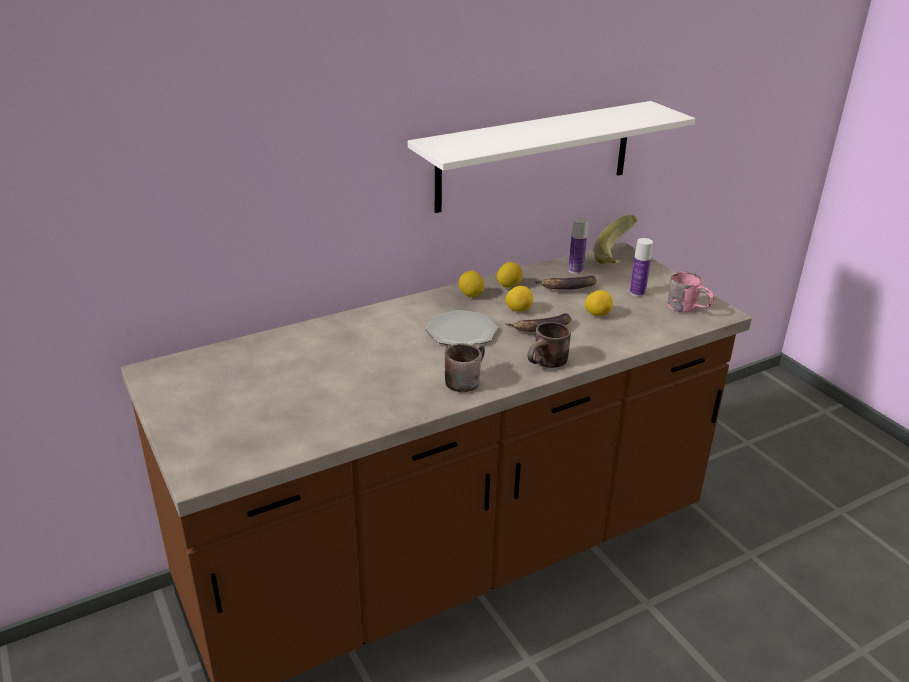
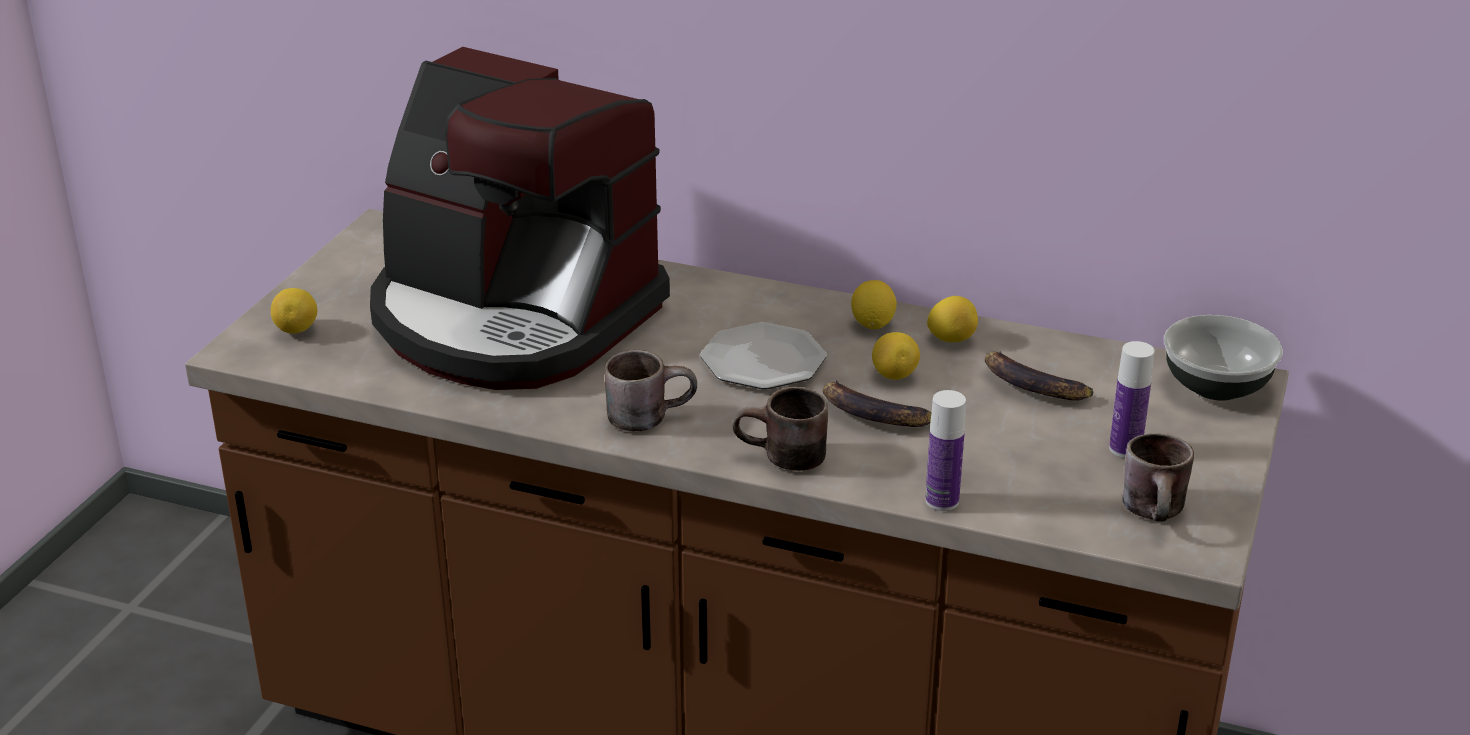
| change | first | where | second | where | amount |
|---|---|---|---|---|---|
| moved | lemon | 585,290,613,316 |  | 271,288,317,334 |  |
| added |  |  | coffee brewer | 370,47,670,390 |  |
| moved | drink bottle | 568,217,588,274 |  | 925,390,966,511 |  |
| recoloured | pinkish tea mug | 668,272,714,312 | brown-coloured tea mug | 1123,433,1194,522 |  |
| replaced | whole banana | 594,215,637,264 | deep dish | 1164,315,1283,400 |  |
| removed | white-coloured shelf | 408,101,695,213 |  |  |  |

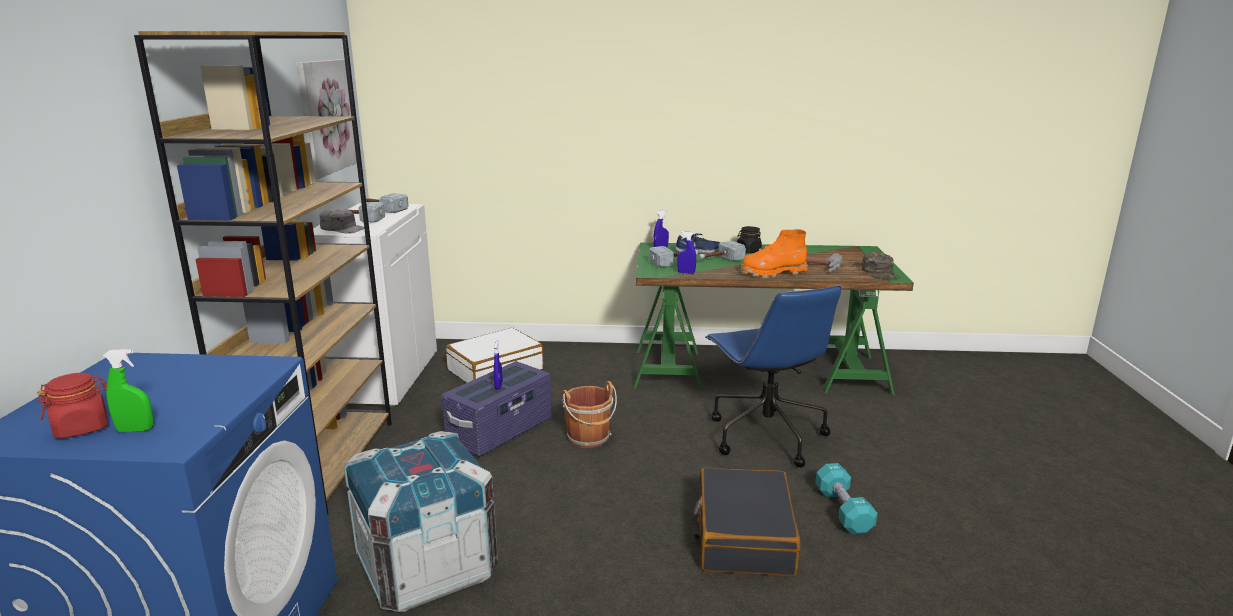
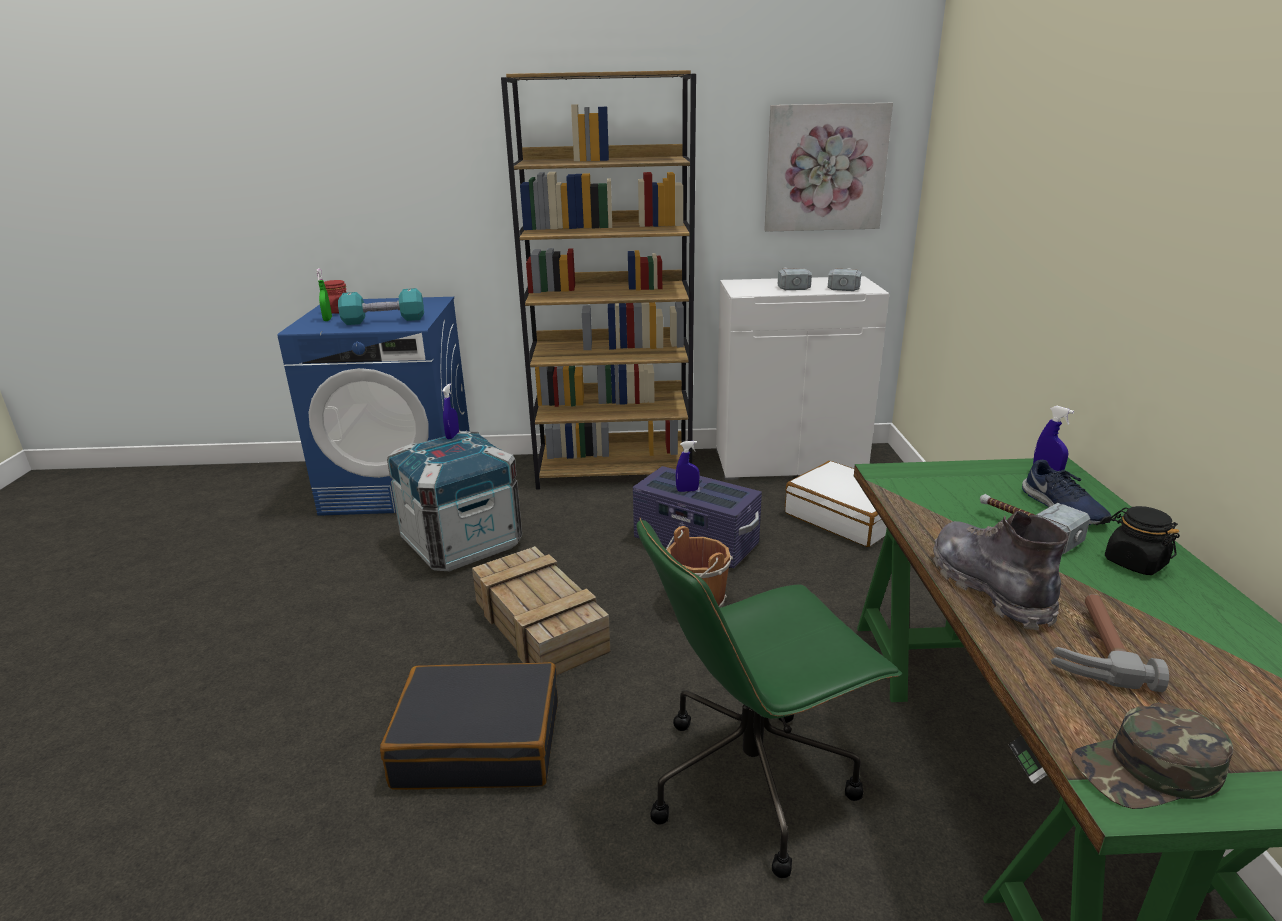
| change | first | where | second | where | amount |
|---|---|---|---|---|---|
| moved | blue-green free weight | 815,463,877,535 |  | 338,288,424,325 |  |
| moved | bluish spray bottle | 677,231,696,274 |  | 442,384,459,439 |  |
| added |  |  | shipping crate | 472,546,610,675 |  |
| recoloured | bluish office chair | 705,285,841,467 | greenish office chair | 637,517,902,878 |  |
| recoloured | orangey tall boot | 741,229,808,278 | gray tall boot | 933,511,1068,630 |  |
| removed | gray cap | 320,209,364,234 |  |  |  |
| removed | hand hammer | 649,246,698,267 |  |  |  |

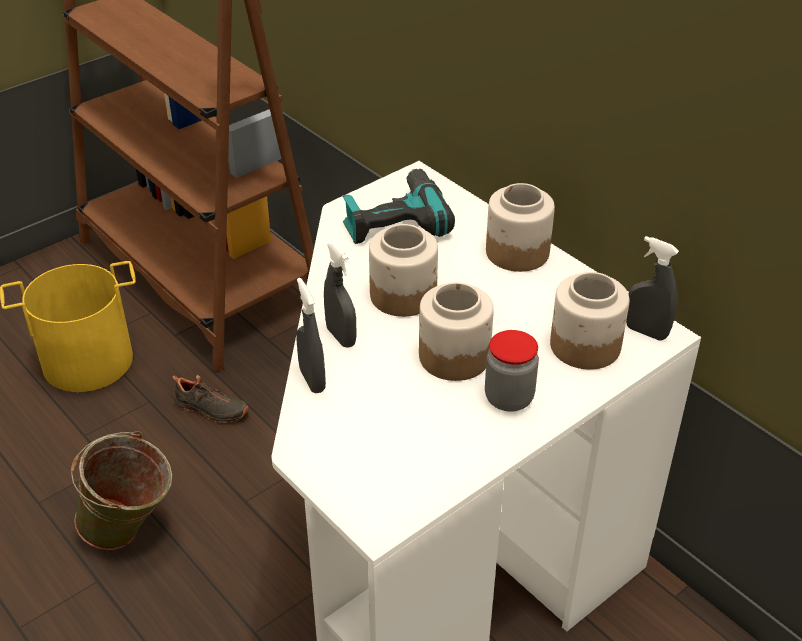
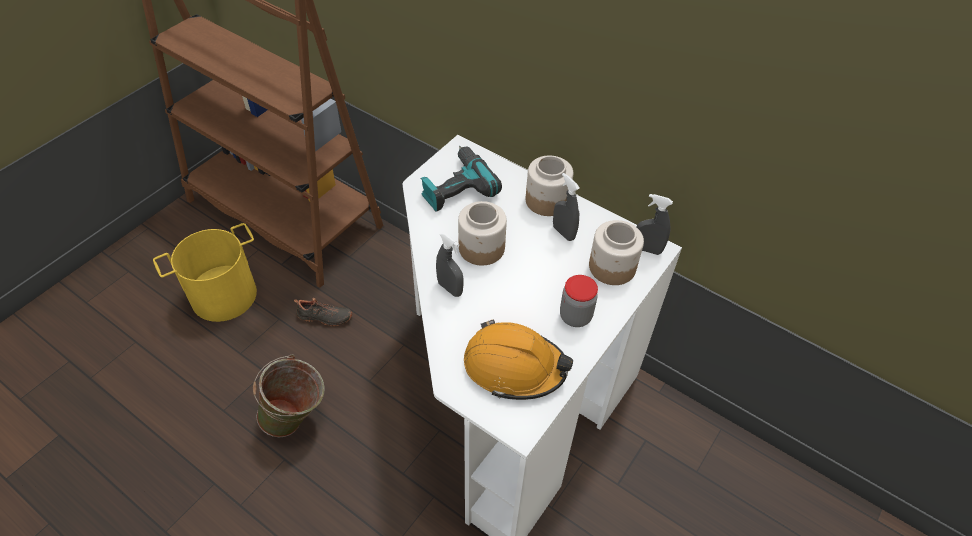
| change | first | where | second | where | amount |
|---|---|---|---|---|---|
| added |  |  | orangey safety helmet | 464,319,573,400 |  |
| moved | gray spray bottle | 296,278,326,393 |  | 553,173,580,241 |  |
| removed | jar | 419,282,494,381 |  |  |  |

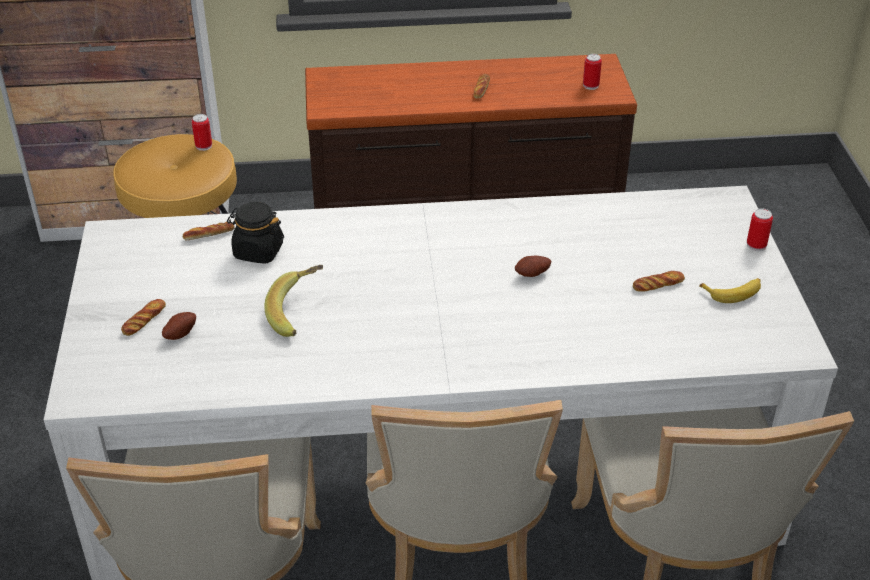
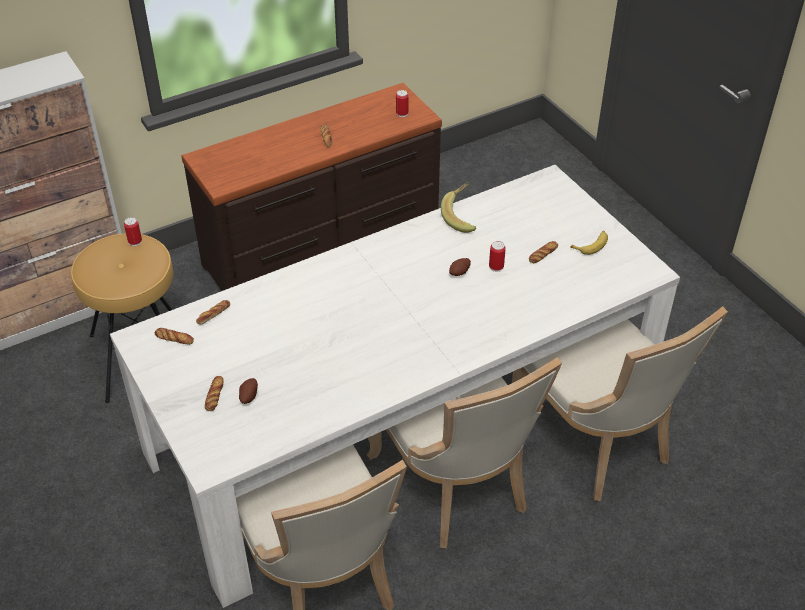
| change | first | where | second | where | amount |
|---|---|---|---|---|---|
| added |  |  | baked bread | 155,328,194,345 |  |
| moved | whole banana | 264,265,323,337 |  | 441,182,476,233 |  |
| moved | sealed can | 747,208,773,251 |  | 489,241,506,272 |  |
| removed | blackish jar | 227,202,284,264 |  |  |  |

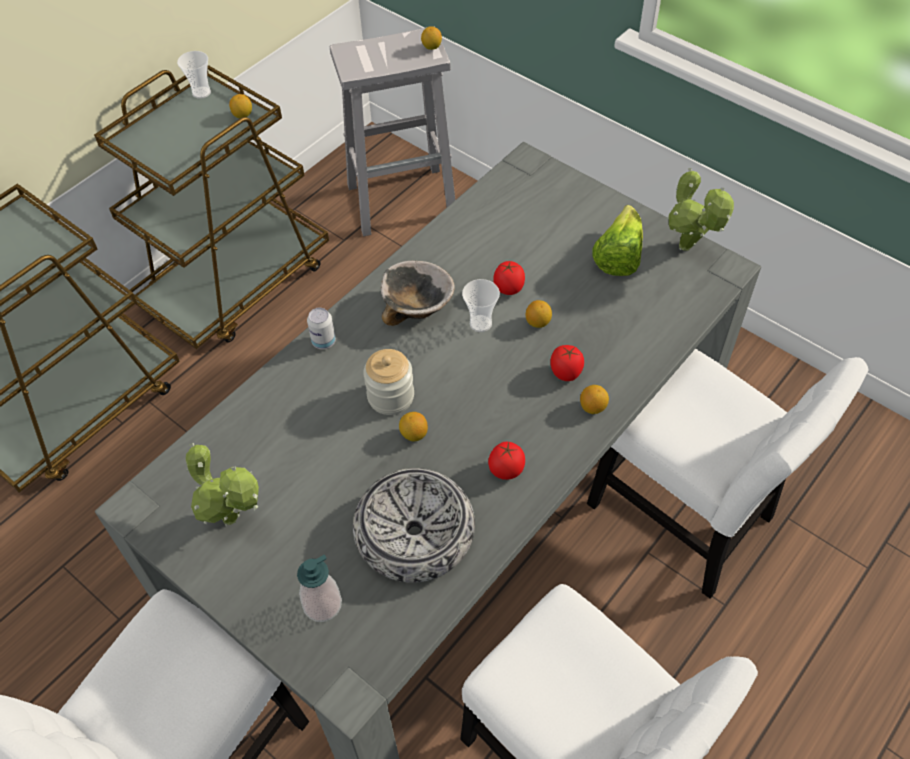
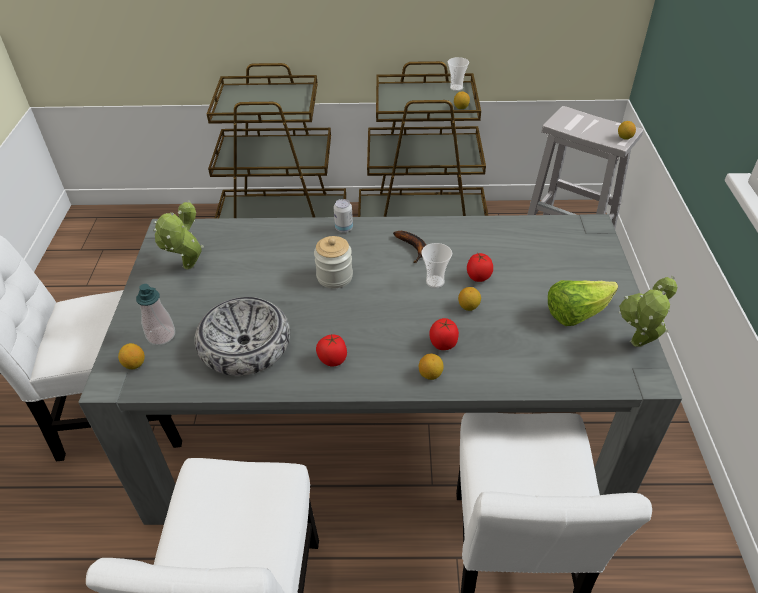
| change | first | where | second | where | amount |
|---|---|---|---|---|---|
| moved | lemon | 399,412,428,442 |  | 118,343,145,369 |  |
| replaced | deep dish | 381,261,455,326 | whole banana | 393,231,426,263 |  |

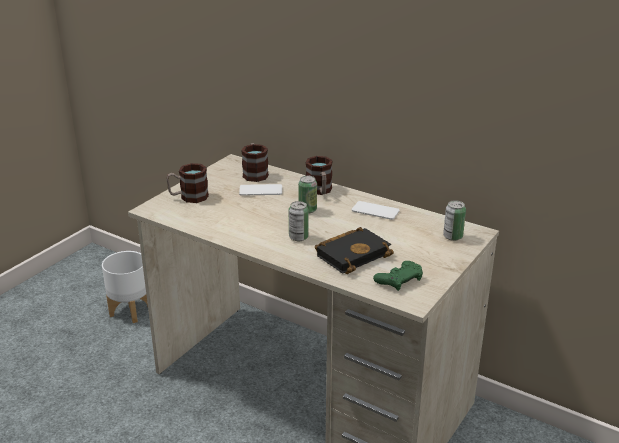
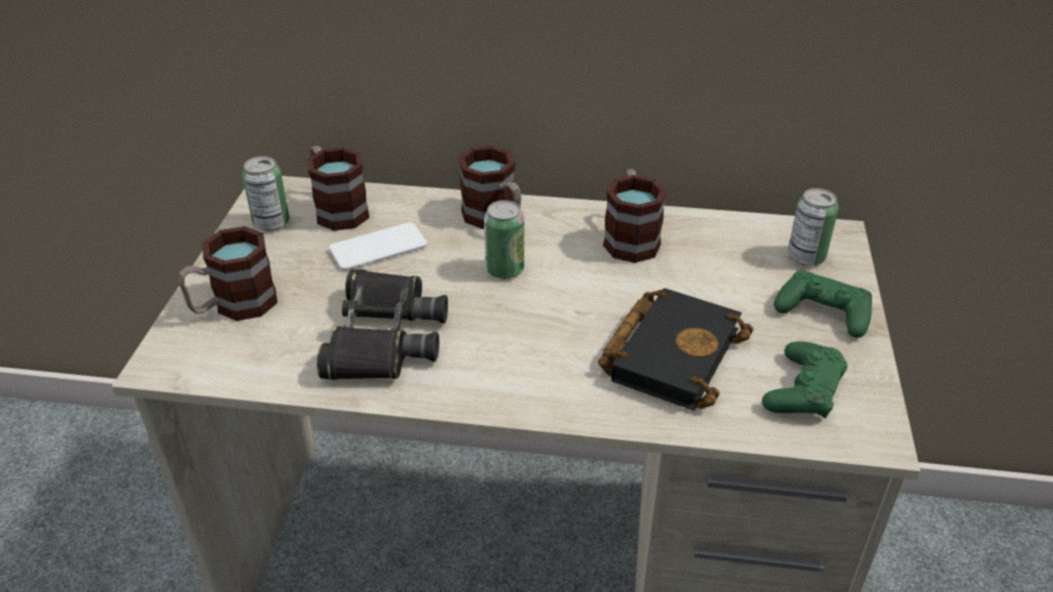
| change | first | where | second | where | amount |
|---|---|---|---|---|---|
| moved | sealed can | 289,201,309,241 |  | 242,156,289,231 |  |
| added |  |  | blackish field glasses | 317,269,448,380 |  |
| replaced | telephone | 351,201,400,220 | tea mug | 603,169,667,263 |  |
| added |  |  | greenish joypad | 774,270,872,338 |  |
| removed | white-coloured flower pot | 102,251,148,323 |  |  |  |

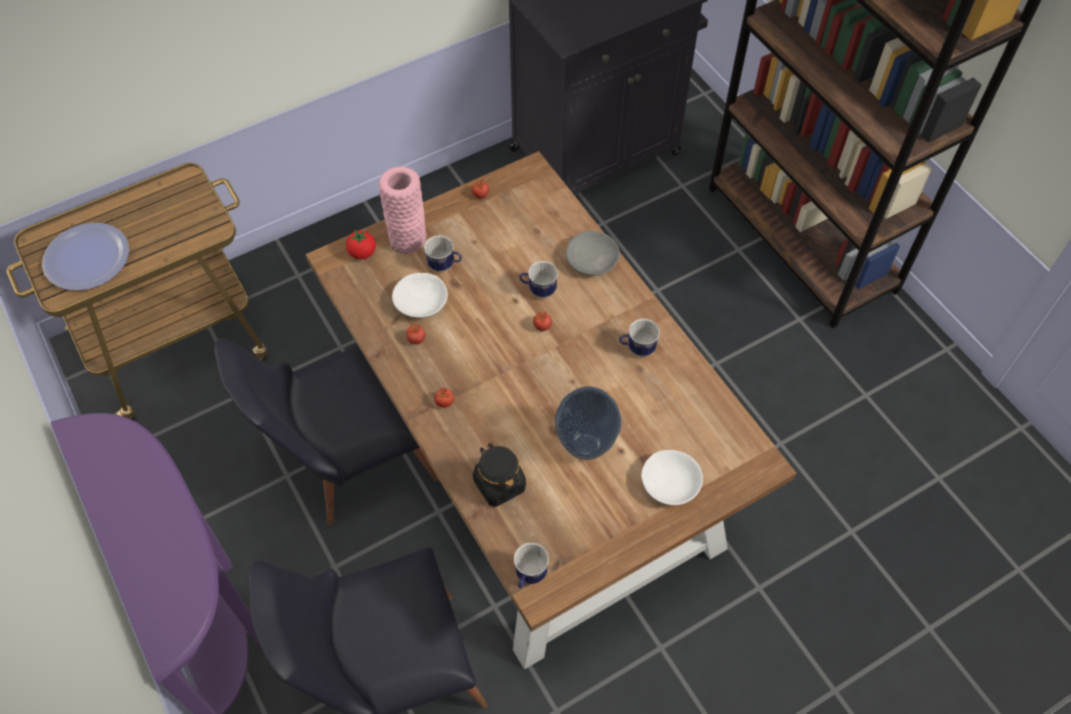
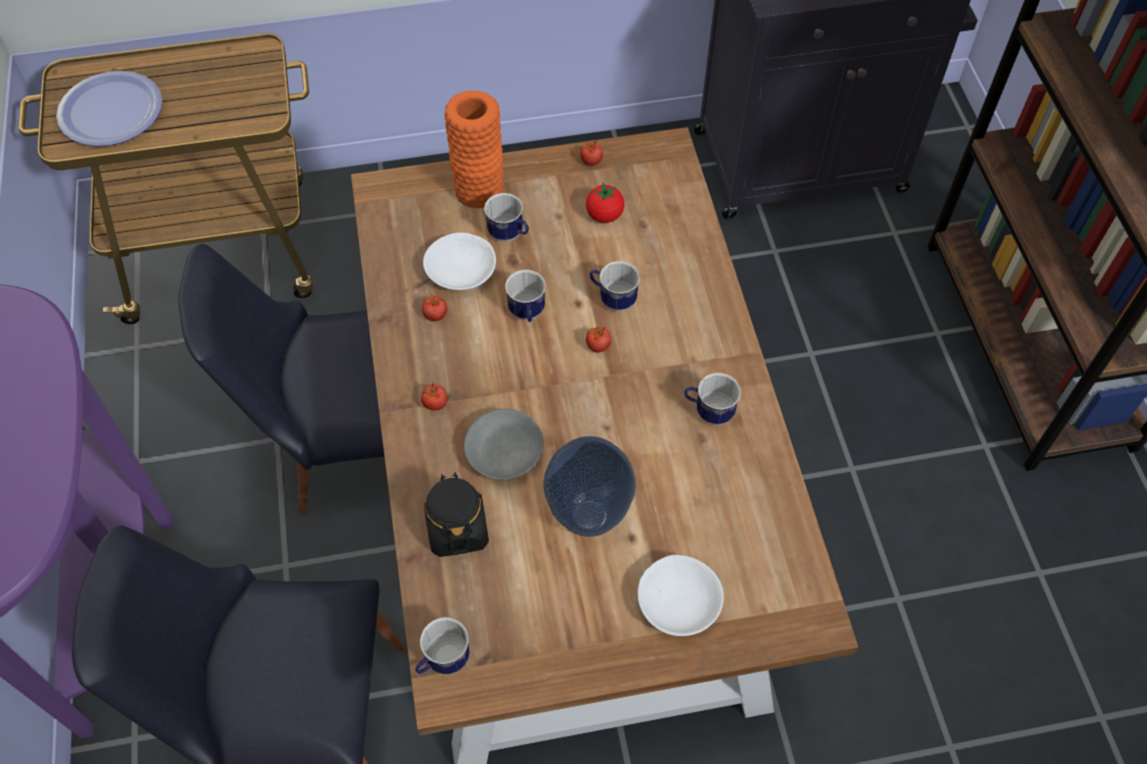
| change | first | where | second | where | amount |
|---|---|---|---|---|---|
| recoloured | pinkish decorative vase | 378,167,426,254 | orangey decorative vase | 444,90,504,208 |  |
| moved | gray deep dish | 566,231,620,276 |  | 464,409,544,480 |  |
| added |  |  | tea mug | 505,270,546,322 |  |
| moved | fresh tomato | 346,230,376,259 |  | 586,182,625,223 |  |

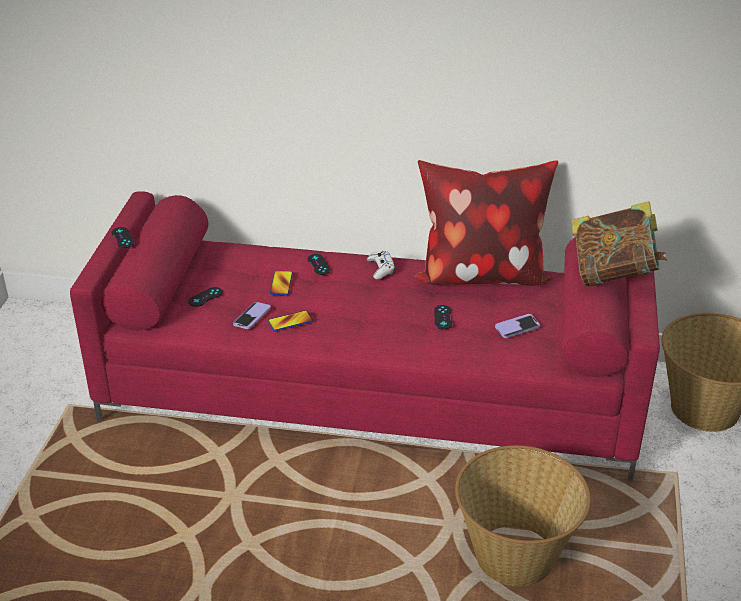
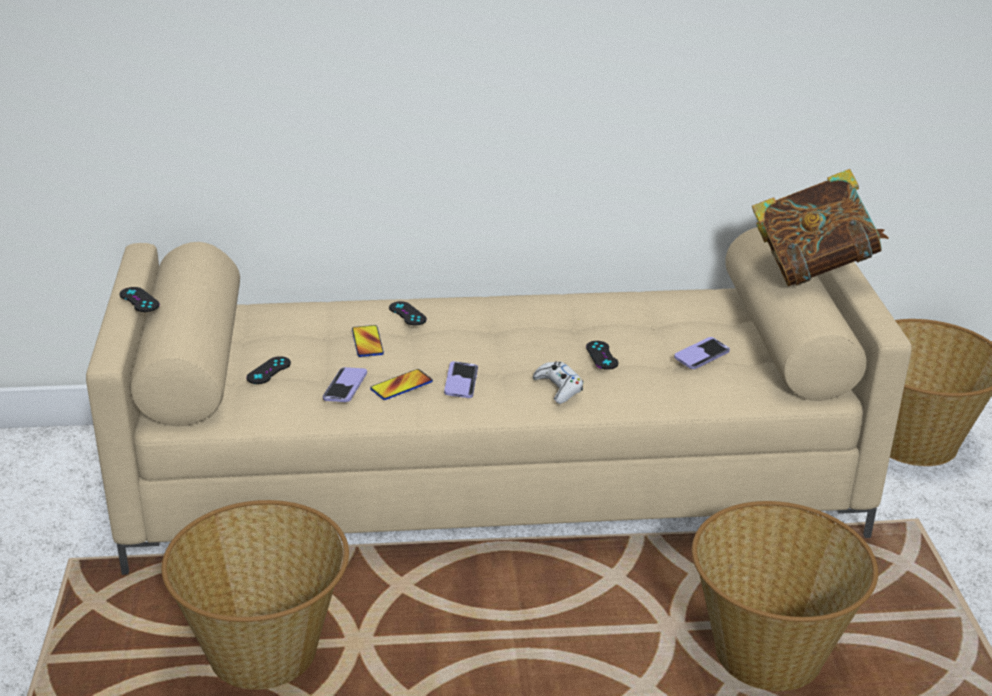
| change | first | where | second | where | amount |
|---|---|---|---|---|---|
| recoloured | red settee | 70,191,660,482 | beige settee | 86,227,912,575 |  |
| added |  |  | household basket | 161,500,349,690 |  |
| added |  |  | telephone | 444,361,478,398 |  |
| moved | white-coloured joypad | 367,251,395,279 |  | 533,361,583,404 |  |
| removed | cushion | 413,160,558,285 |  |  |  |

